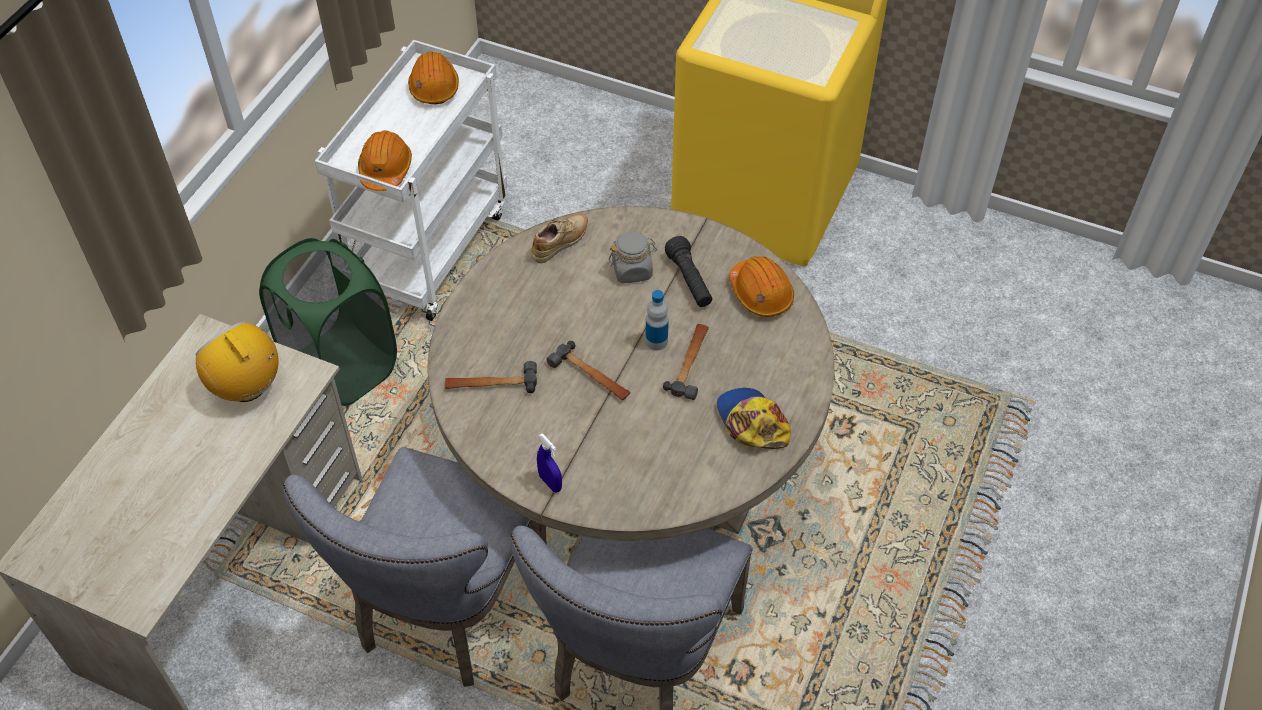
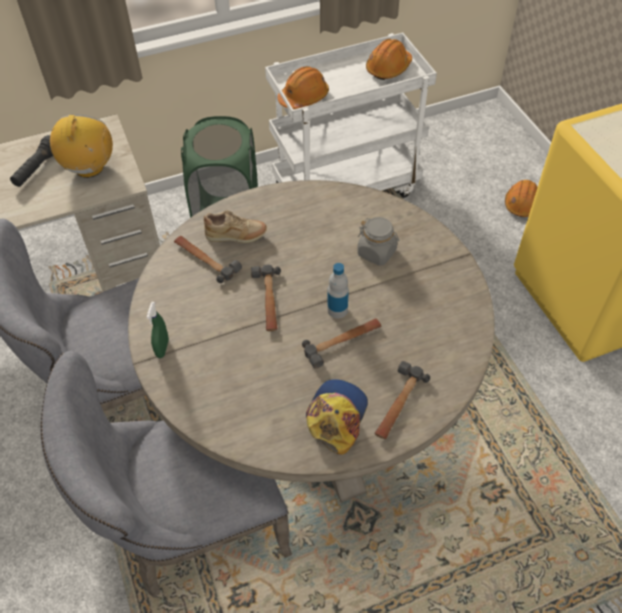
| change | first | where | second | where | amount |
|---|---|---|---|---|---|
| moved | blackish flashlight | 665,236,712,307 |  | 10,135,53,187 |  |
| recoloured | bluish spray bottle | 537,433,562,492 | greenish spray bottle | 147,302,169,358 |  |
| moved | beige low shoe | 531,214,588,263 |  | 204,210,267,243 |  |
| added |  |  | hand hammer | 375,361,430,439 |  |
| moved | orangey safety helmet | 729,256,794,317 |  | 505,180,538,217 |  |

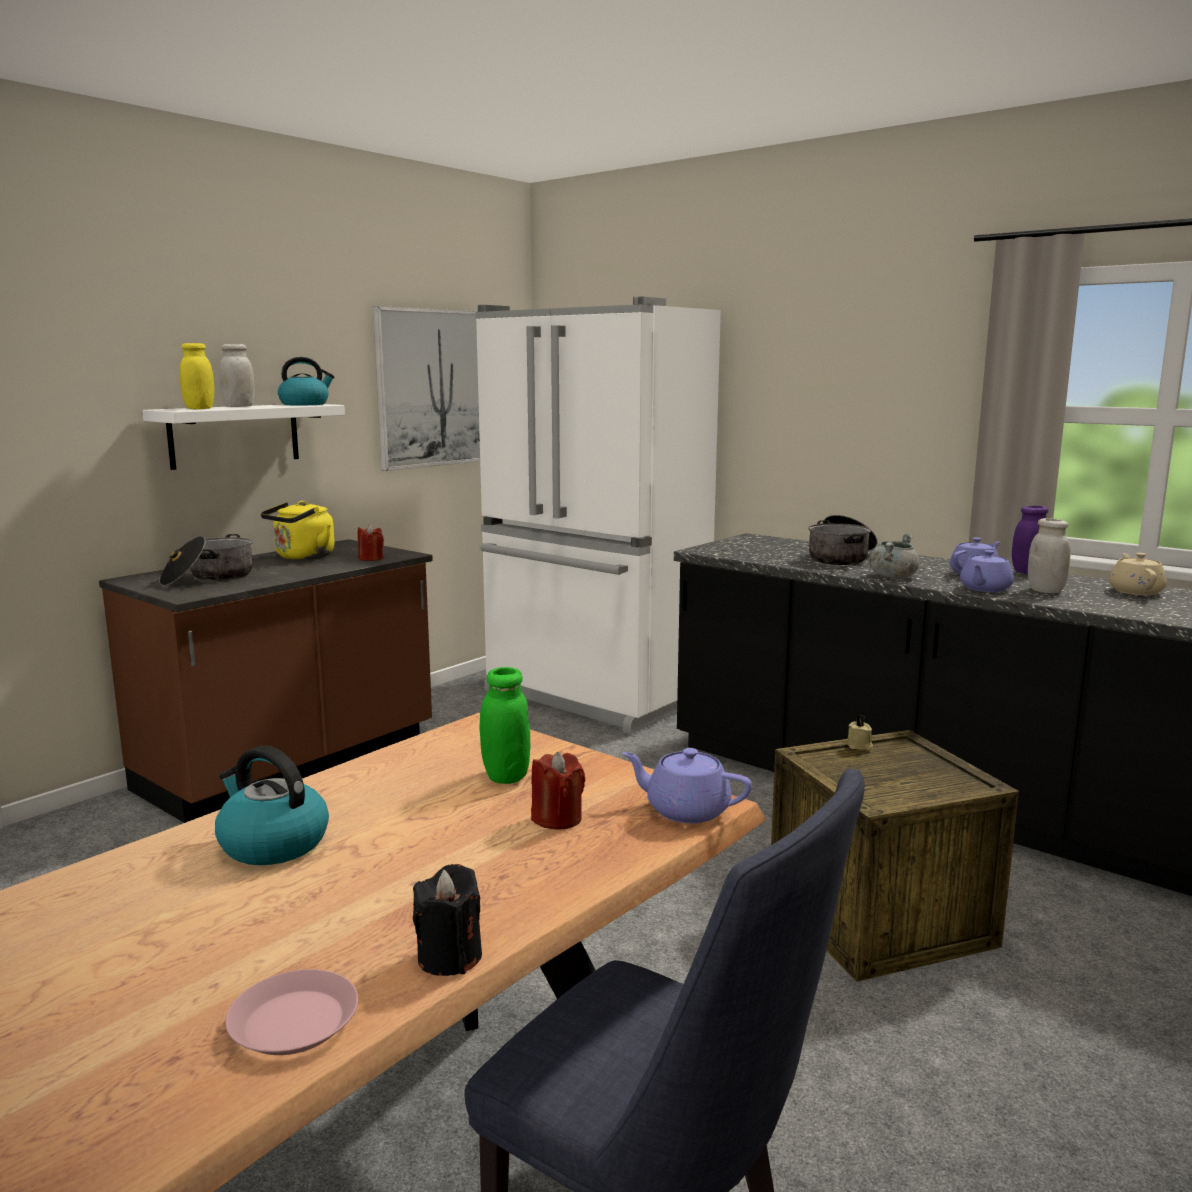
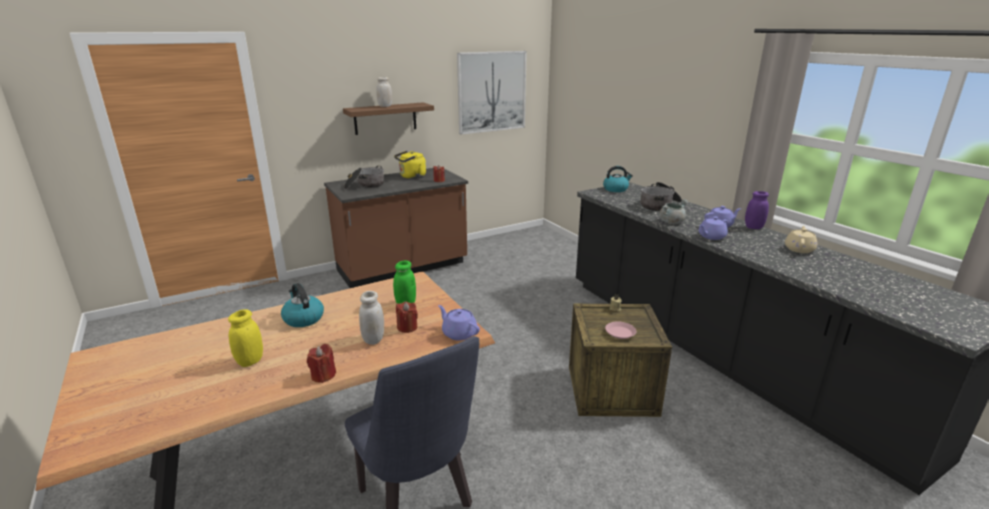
| change | first | where | second | where | amount |
|---|---|---|---|---|---|
| moved | yellowish jar | 180,343,214,409 |  | 228,309,263,367 |  |
| recoloured | blackish candle | 413,864,482,976 | red candle | 307,344,336,383 |  |
| recoloured | white-coloured shelf | 142,404,345,470 | brown-coloured shelf | 343,103,434,135 |  |
| moved | white-coloured jar | 1028,518,1071,593 |  | 359,291,384,345 |  |
| moved | tea kettle | 278,357,334,405 |  | 603,166,633,192 |  |
| moved | pinkish dinner plate | 225,969,358,1055 |  | 605,322,636,339 |  |
| removed | white-coloured refrigerator | 475,297,721,734 |  |  |  |

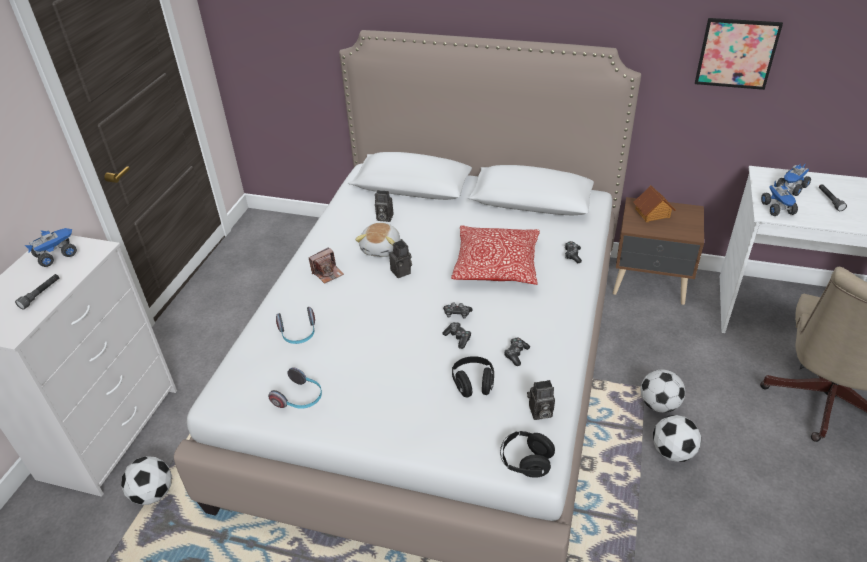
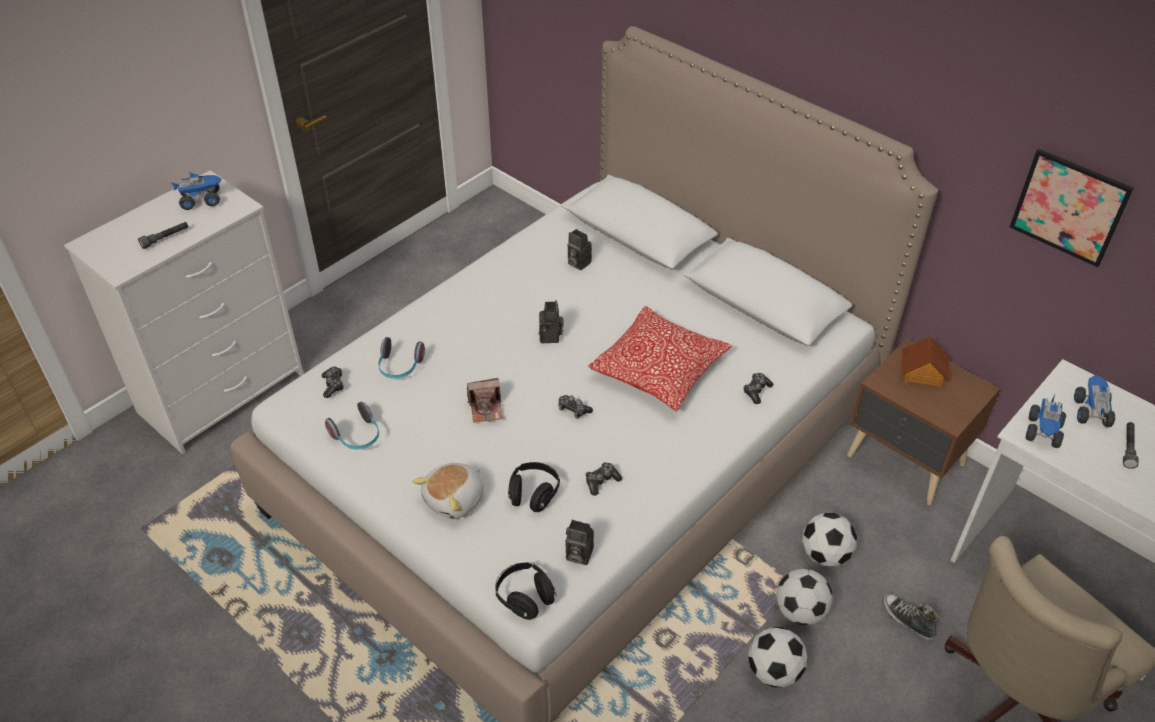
| change | first | where | second | where | amount |
|---|---|---|---|---|---|
| moved | joypad | 442,322,471,349 |  | 322,367,344,398 |  |
| moved | cuddly toy | 355,223,400,257 |  | 413,463,484,519 |  |
| moved | still camera | 309,247,344,284 |  | 467,378,503,423 |  |
| moved | football | 121,456,172,505 |  | 802,513,857,566 |  |
| added |  |  | low shoe | 882,593,940,641 |  |
| turned | model truck | 776,163,811,196 |  | 1074,375,1115,427 | 120 degrees clockwise |

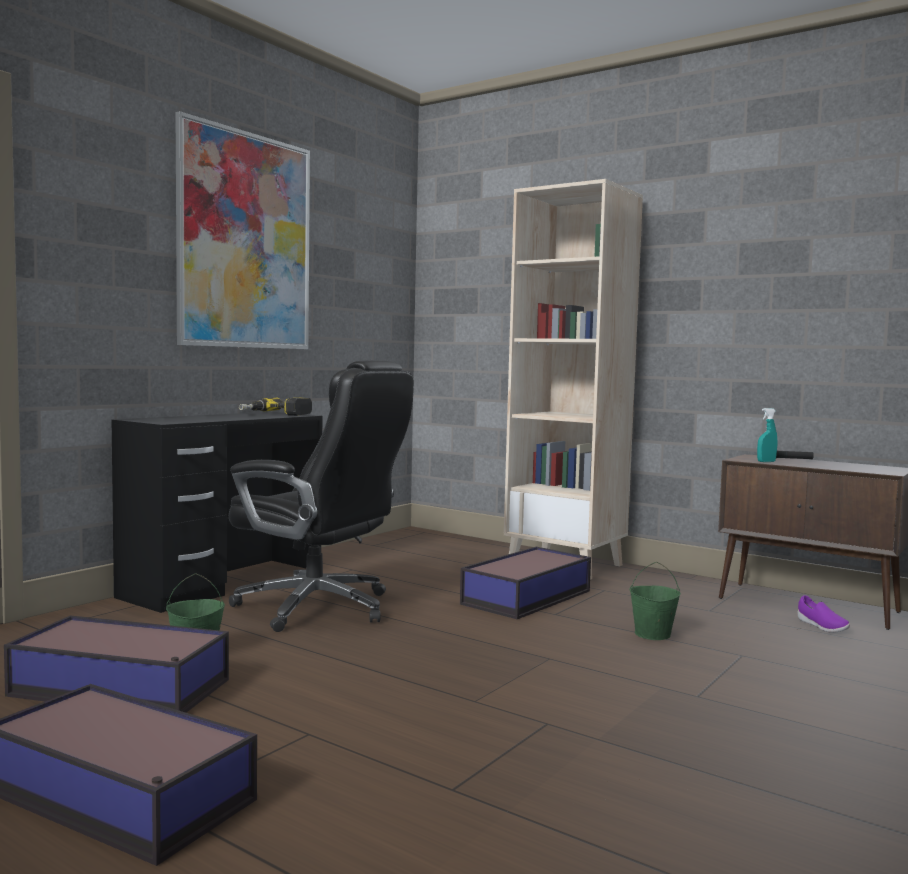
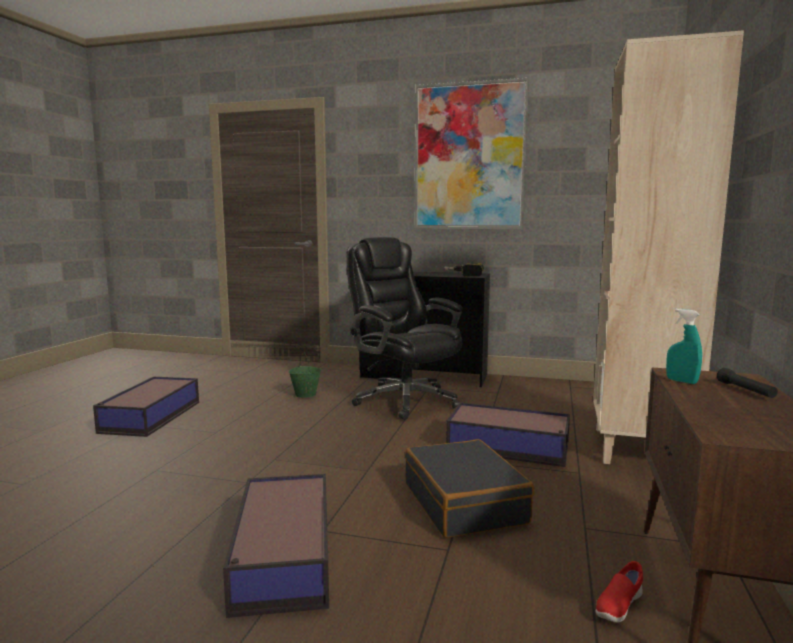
| change | first | where | second | where | amount |
|---|---|---|---|---|---|
| moved | storage box | 4,615,229,713 |  | 223,474,329,618 |  |
| turned | blackish office chair | 229,360,414,632 |  | 347,237,463,420 | 135 degrees clockwise |
| replaced | greenish pail | 629,562,681,640 | blackish suitcase | 405,439,534,538 |  |
| recoloured | purple-coloured low shoe | 798,595,850,633 | red low shoe | 596,561,643,622 |  |

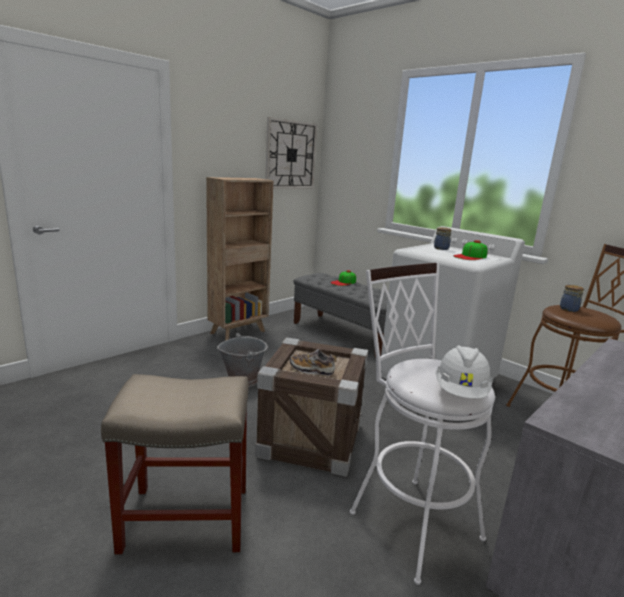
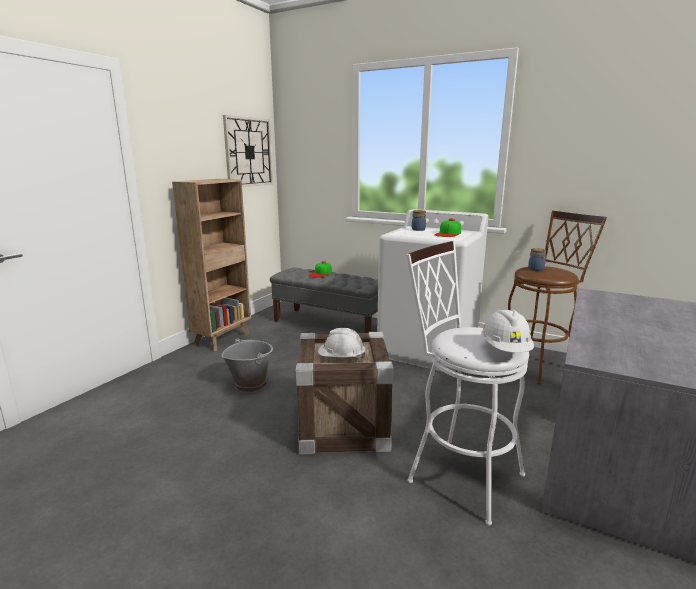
| change | first | where | second | where | amount |
|---|---|---|---|---|---|
| replaced | low shoe | 290,349,337,376 | white-coloured safety helmet | 318,328,366,358 |  |
| removed | beige sitting stool | 101,374,249,554 |  |  |  |

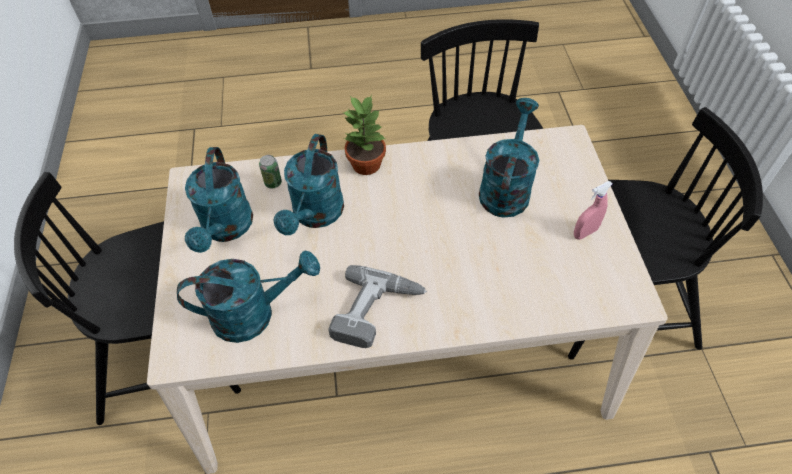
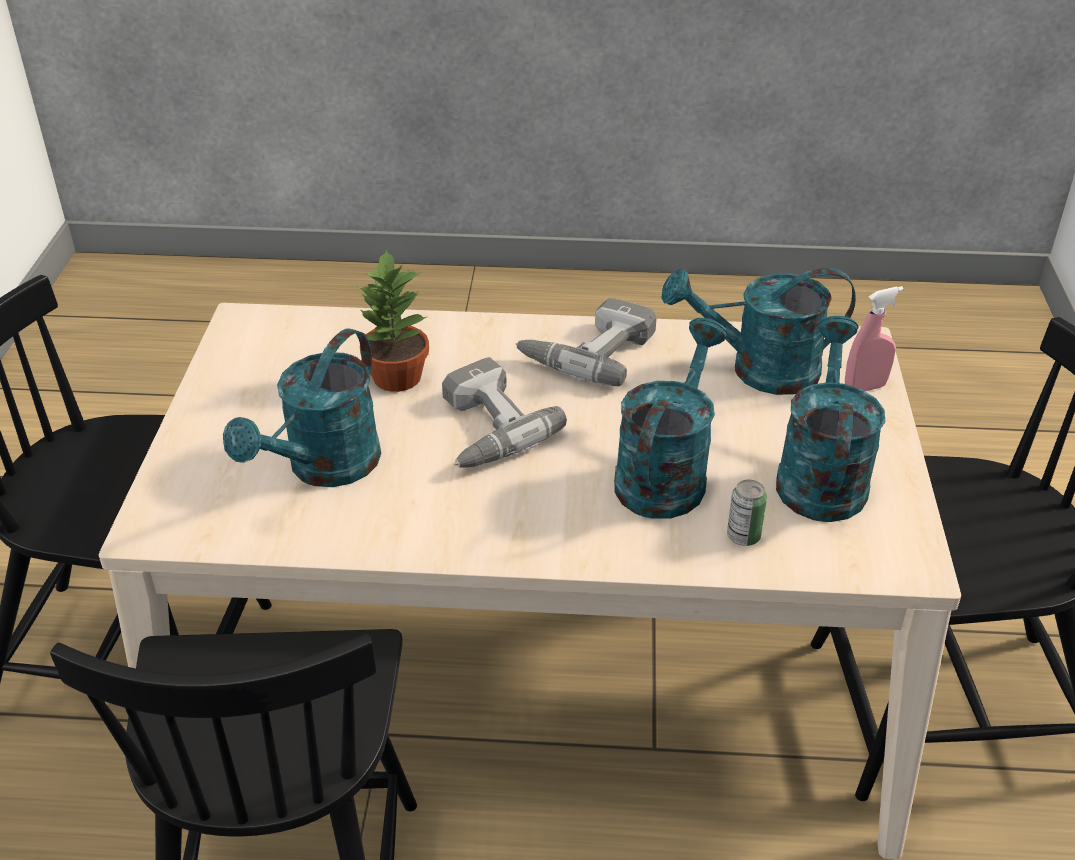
| change | first | where | second | where | amount |
|---|---|---|---|---|---|
| moved | potted plant | 342,95,386,175 |  | 358,249,429,392 |  |
| added |  |  | drill | 442,357,567,467 |  |
| moved | pinkish spray bottle | 574,181,612,240 |  | 845,286,904,391 |  |

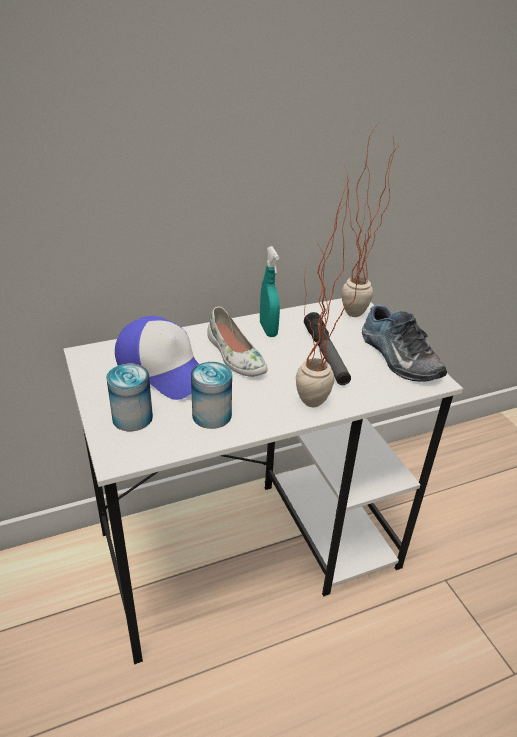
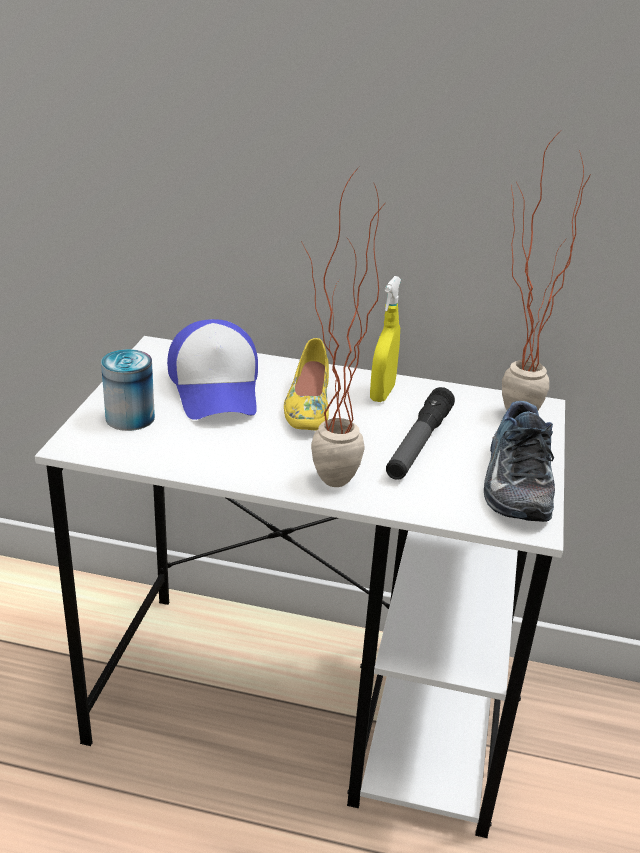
| change | first | where | second | where | amount |
|---|---|---|---|---|---|
| recoloured | white-coloured low shoe | 207,307,267,377 | yellowish low shoe | 284,338,329,430 |  |
| recoloured | blue-green spray bottle | 260,246,280,337 | yellowish spray bottle | 370,276,401,402 |  |
| removed | sealed can | 191,362,232,429 |  |  |  |

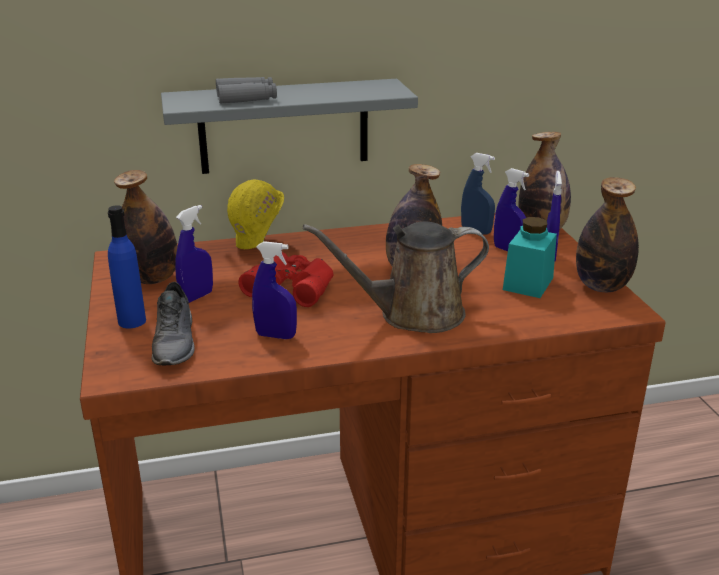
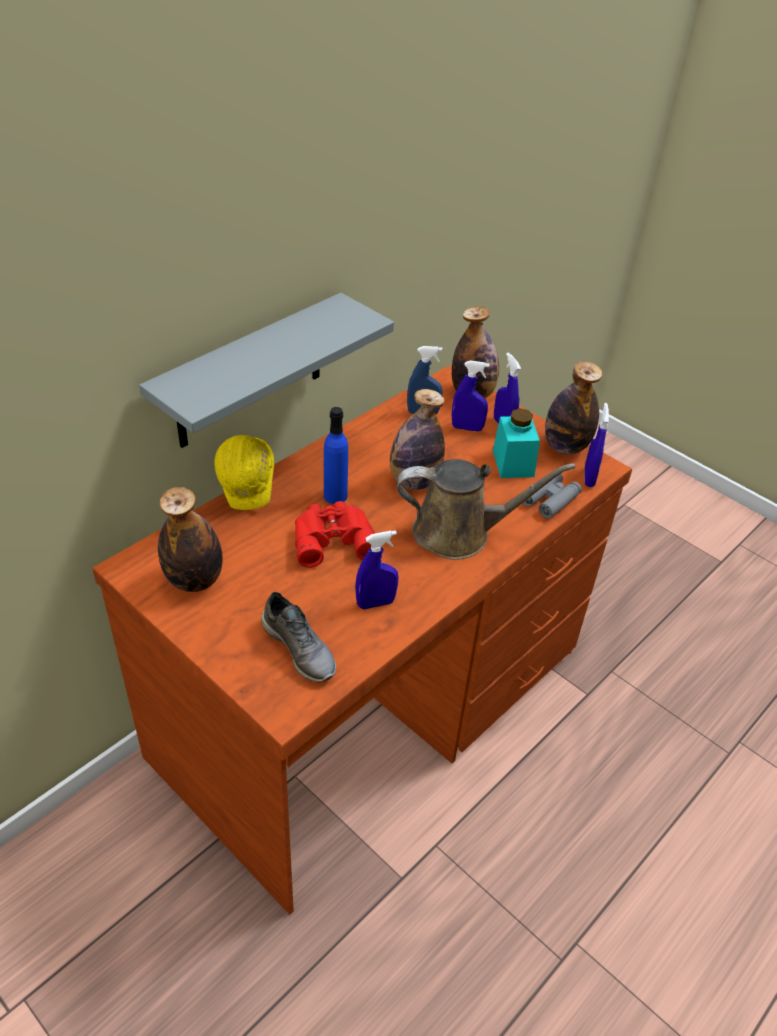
| change | first | where | second | where | amount |
|---|---|---|---|---|---|
| moved | bluish drink bottle | 108,205,146,328 |  | 324,407,348,504 |  |
| turned | brown-coloured watering can | 303,222,489,333 |  | 397,459,575,560 | 135 degrees counterclockwise |
| moved | gray field glasses | 216,77,277,104 |  | 523,474,582,518 |  |
| moved | bluish spray bottle | 175,205,213,303 |  | 584,403,609,487 |  |

